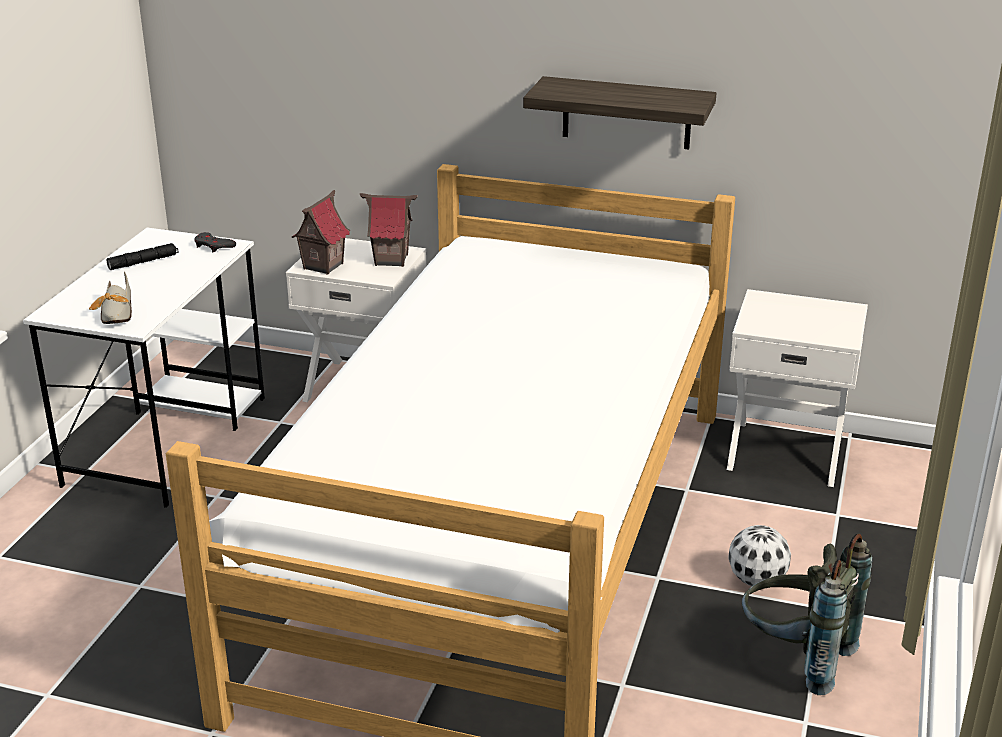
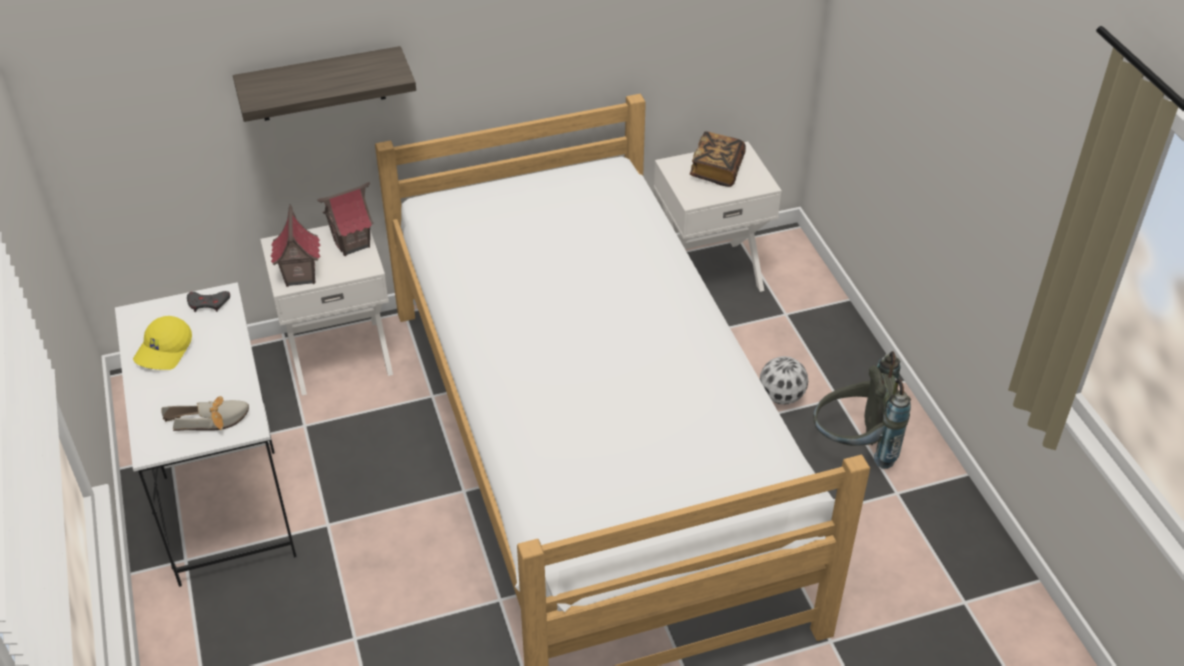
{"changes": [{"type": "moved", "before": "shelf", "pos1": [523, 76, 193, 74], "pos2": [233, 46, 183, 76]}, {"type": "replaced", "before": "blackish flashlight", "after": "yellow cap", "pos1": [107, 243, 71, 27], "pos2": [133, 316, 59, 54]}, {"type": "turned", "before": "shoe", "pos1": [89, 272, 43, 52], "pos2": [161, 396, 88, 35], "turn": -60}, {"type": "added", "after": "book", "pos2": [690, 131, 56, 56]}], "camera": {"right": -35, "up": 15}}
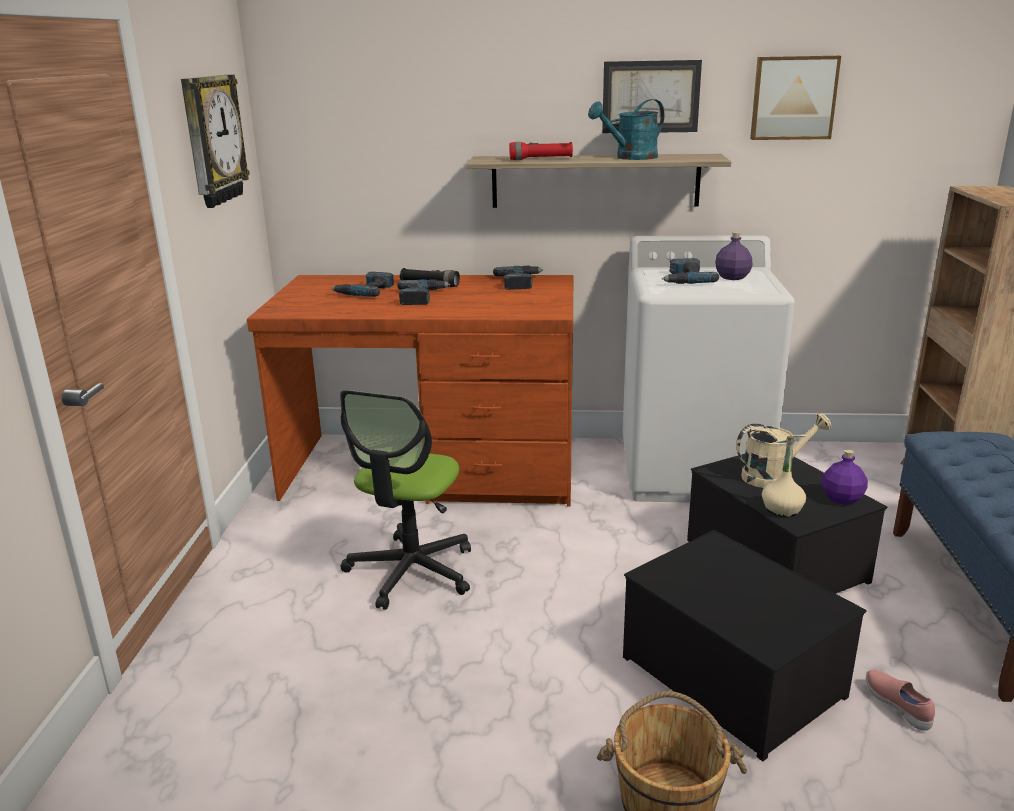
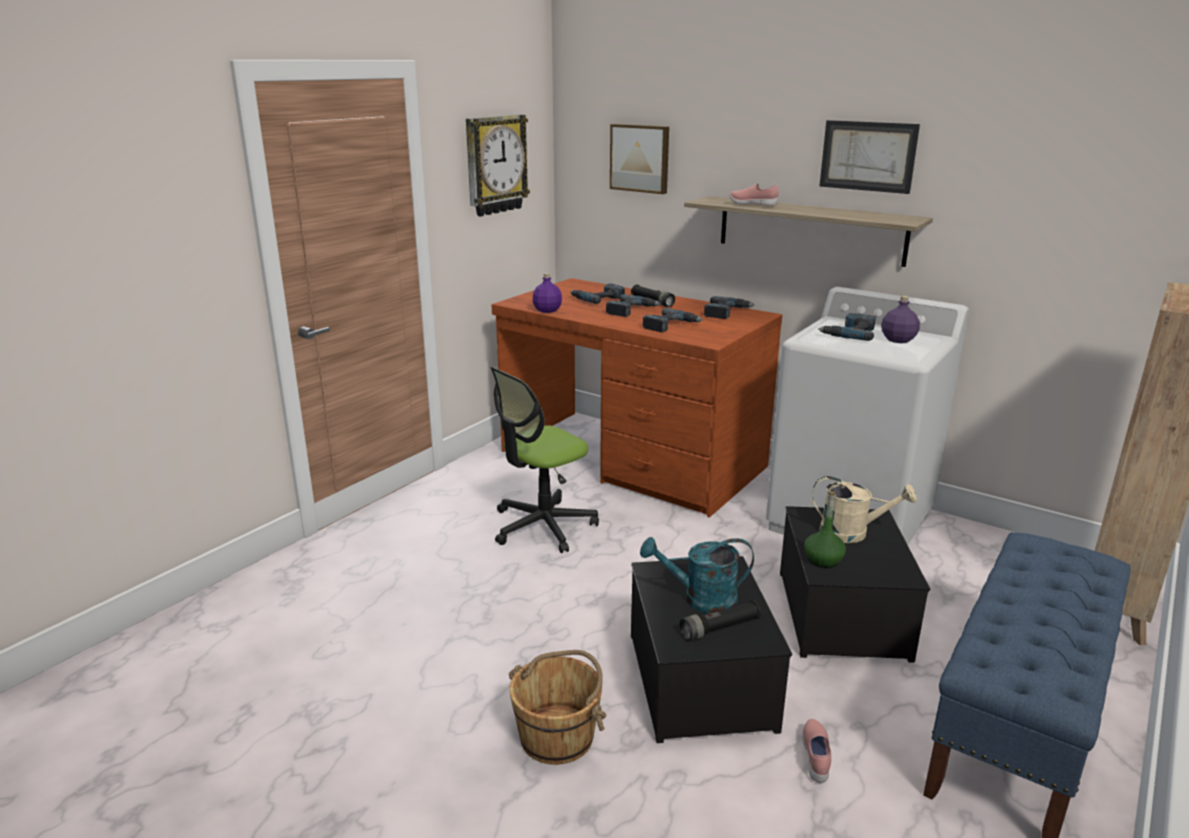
{"changes": [{"type": "moved", "before": "wall art", "pos1": [750, 56, 91, 84], "pos2": [610, 124, 59, 70]}, {"type": "moved", "before": "turquoise-coloured watering can", "pos1": [588, 99, 76, 61], "pos2": [640, 537, 114, 77]}, {"type": "replaced", "before": "red flashlight", "after": "pinkish shoe", "pos1": [509, 142, 64, 18], "pos2": [729, 184, 50, 22]}, {"type": "recoloured", "before": "sand-coloured beverage bottle", "after": "greenish beverage bottle", "pos1": [762, 436, 44, 81], "pos2": [804, 491, 42, 77]}, {"type": "moved", "before": "purplish beverage bottle", "pos1": [821, 449, 47, 56], "pos2": [533, 273, 29, 40]}, {"type": "added", "after": "drill", "pos2": [643, 308, 60, 24]}, {"type": "added", "after": "blackish flashlight", "pos2": [680, 600, 81, 41]}], "camera": {"right": 30, "up": 0}}
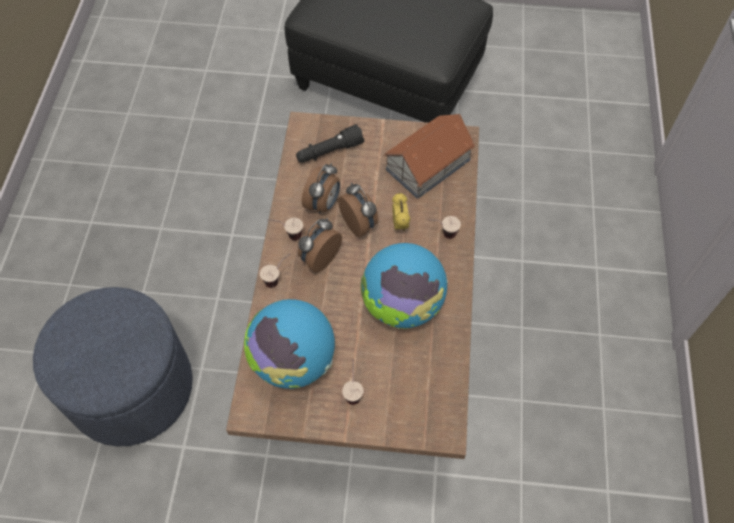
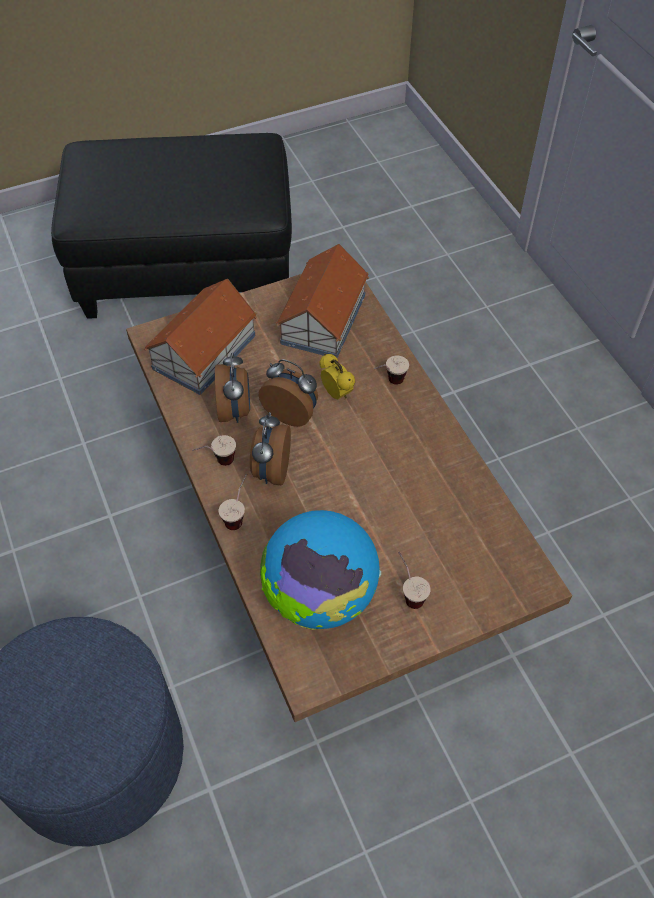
{"changes": [{"type": "replaced", "before": "blackish flashlight", "after": "model house", "pos1": [296, 124, 68, 39], "pos2": [144, 279, 113, 116]}, {"type": "removed", "before": "desk globe", "pos1": [361, 243, 87, 86]}], "camera": {"right": -30, "up": -5}}
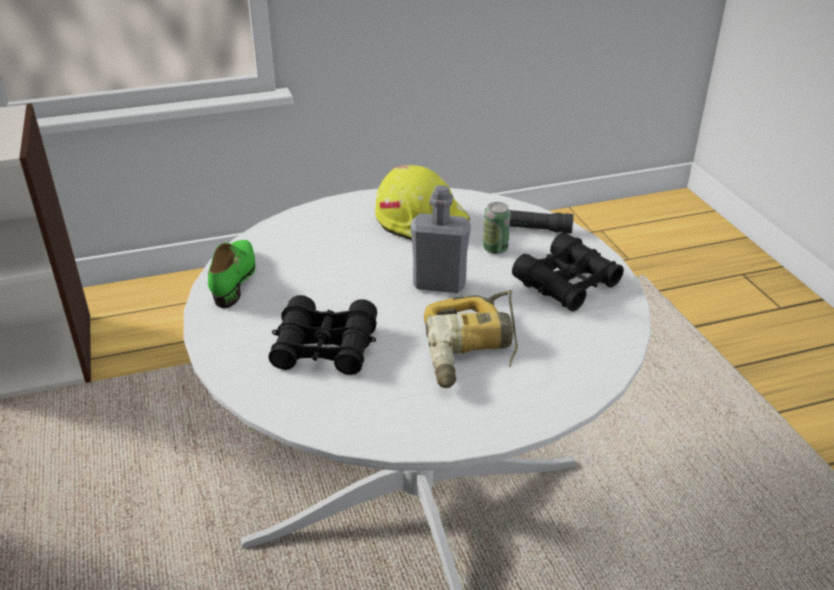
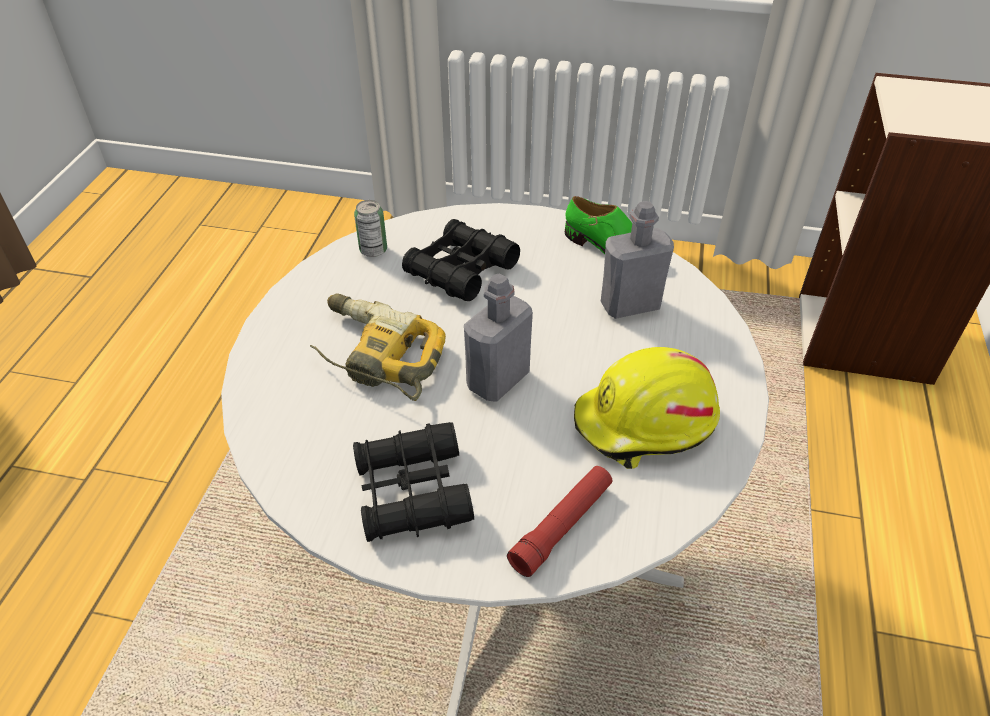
{"changes": [{"type": "moved", "before": "metal can", "pos1": [483, 202, 28, 52], "pos2": [354, 200, 33, 57]}, {"type": "recoloured", "before": "blackish flashlight", "after": "red flashlight", "pos1": [485, 208, 89, 26], "pos2": [507, 466, 105, 111]}, {"type": "added", "after": "grey beverage bottle", "pos2": [601, 201, 73, 118]}], "camera": {"right": 120, "up": 10}}
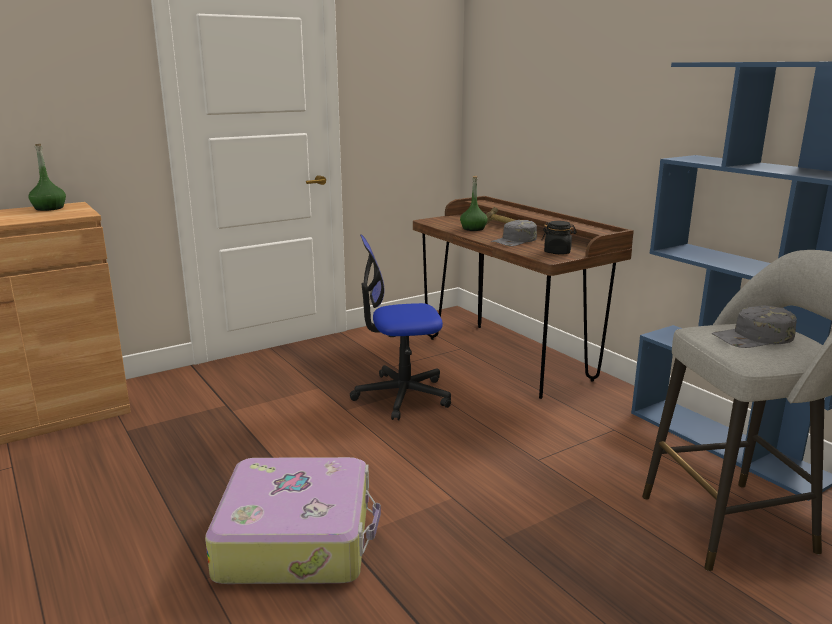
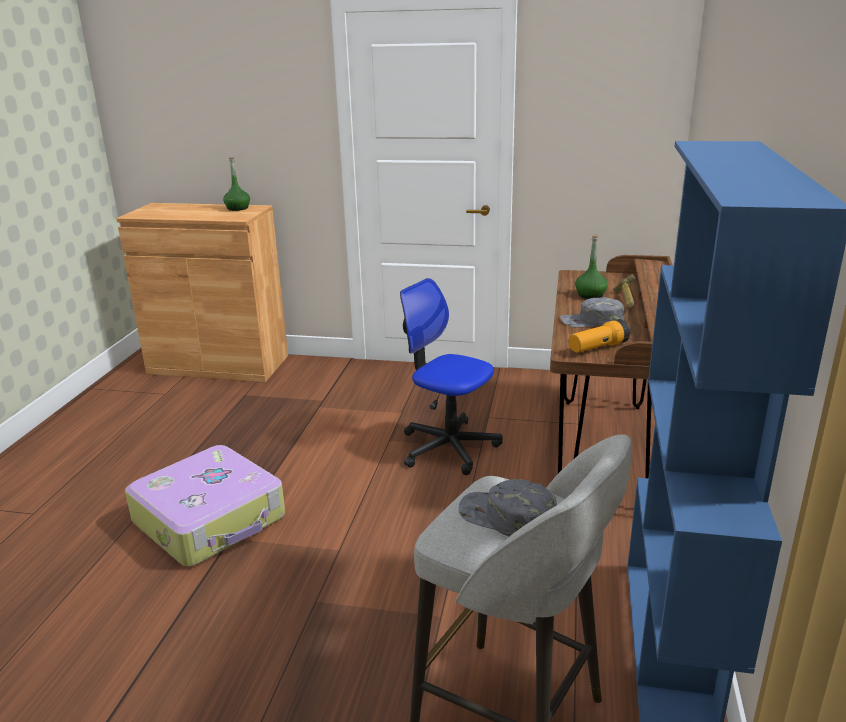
{"changes": [{"type": "replaced", "before": "blackish storage jar", "after": "flashlight", "pos1": [542, 221, 35, 33], "pos2": [569, 319, 61, 34]}], "camera": {"right": 45, "up": 5}}
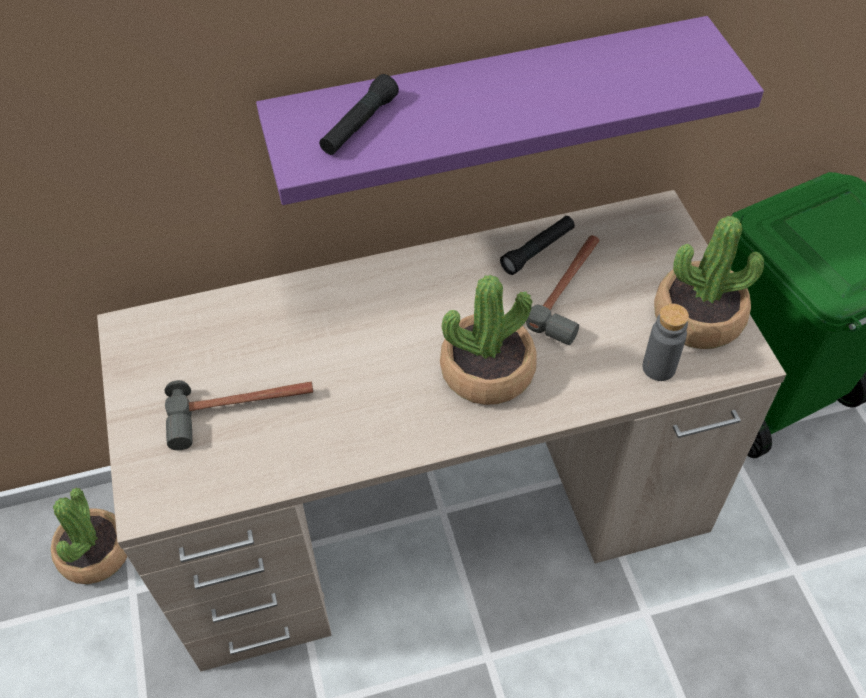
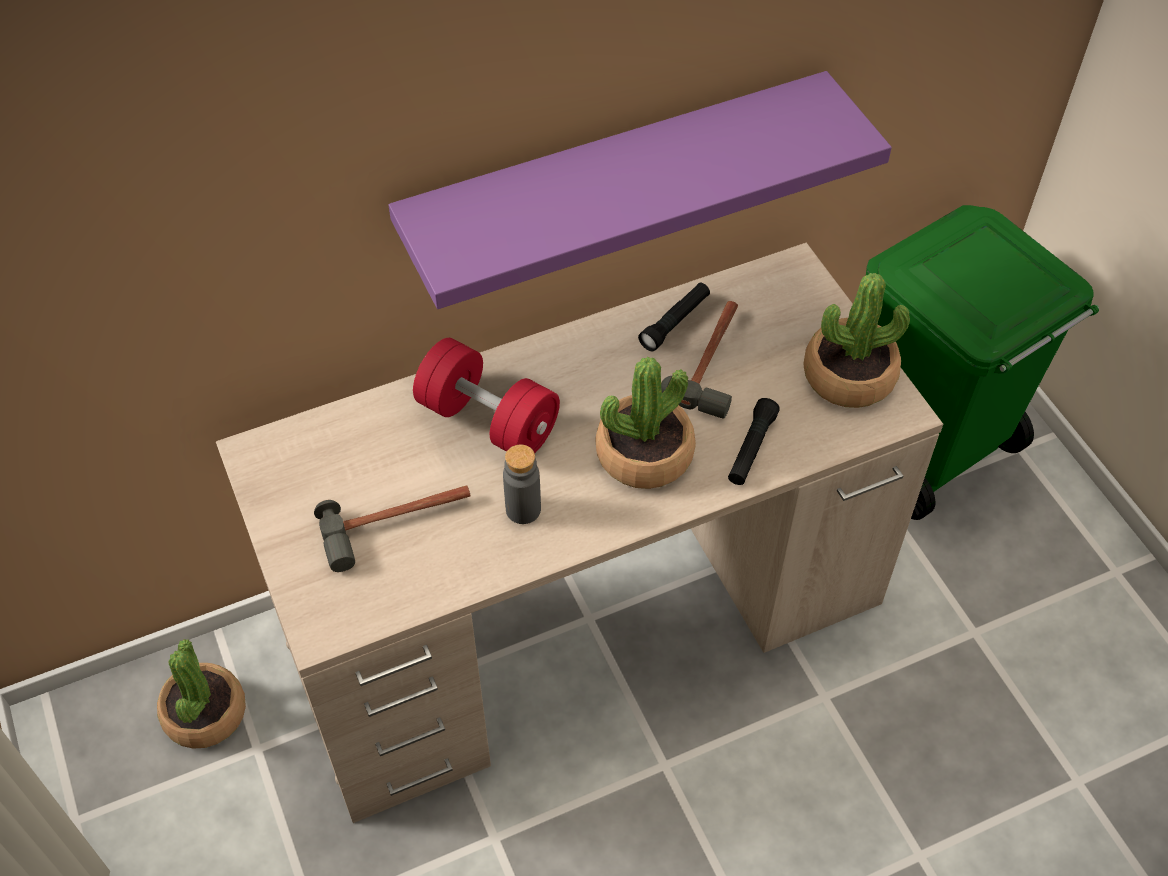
{"changes": [{"type": "moved", "before": "blackish flashlight", "pos1": [319, 74, 80, 81], "pos2": [728, 398, 52, 87]}, {"type": "moved", "before": "grey beverage bottle", "pos1": [642, 304, 47, 77], "pos2": [503, 445, 38, 79]}, {"type": "added", "after": "red hand weight", "pos2": [413, 338, 147, 115]}], "camera": {"right": -10, "up": 0}}
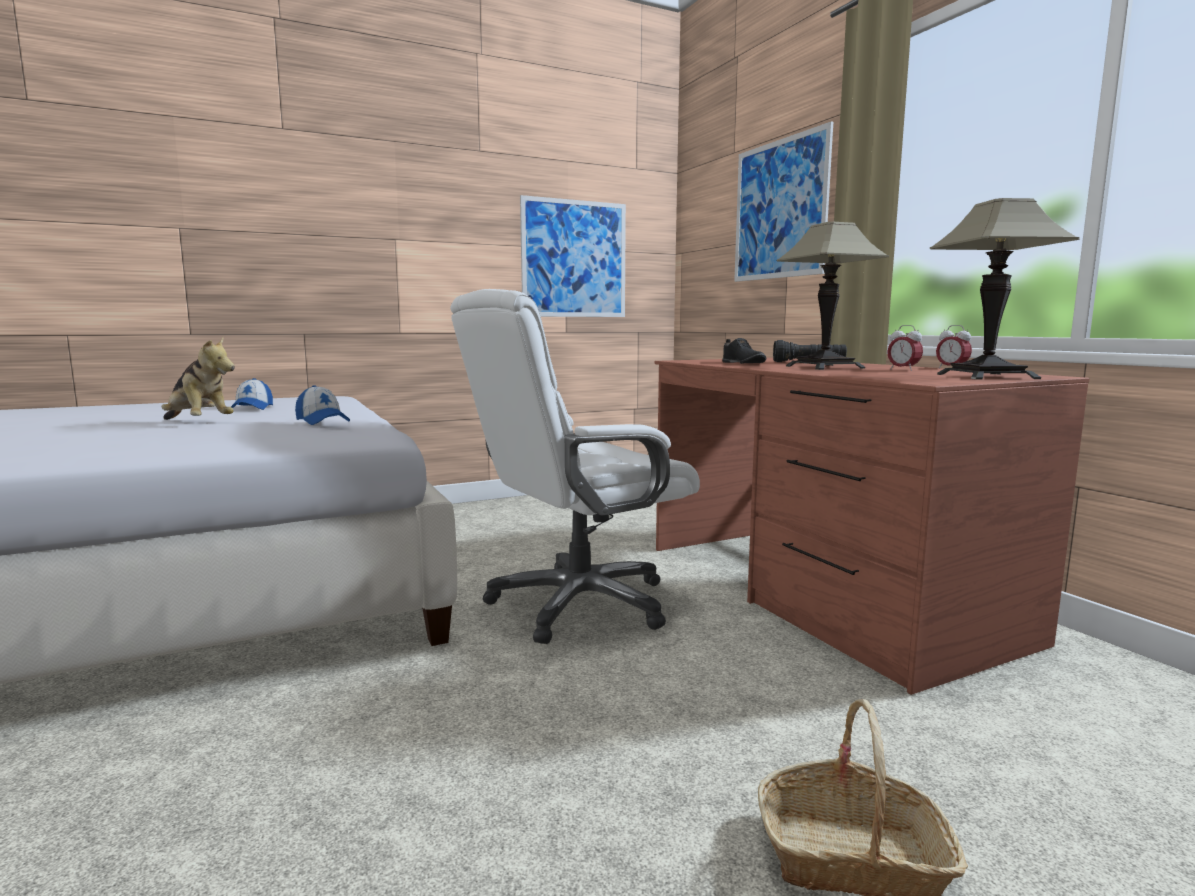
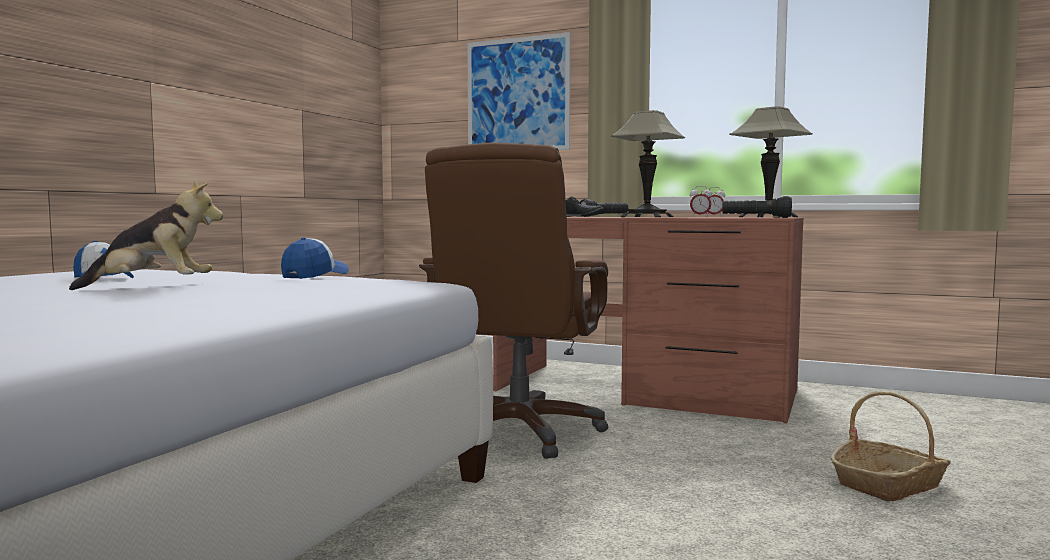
{"changes": [{"type": "removed", "before": "wall art", "pos1": [520, 195, 106, 122]}, {"type": "recoloured", "before": "white-coloured desk chair", "after": "brownish desk chair", "pos1": [450, 289, 250, 355], "pos2": [419, 143, 189, 316]}, {"type": "turned", "before": "cap", "pos1": [295, 385, 55, 40], "pos2": [281, 237, 68, 42], "turn": -75}, {"type": "added", "after": "blackish flashlight", "pos2": [722, 196, 70, 22]}], "camera": {"right": -40, "up": -5}}
